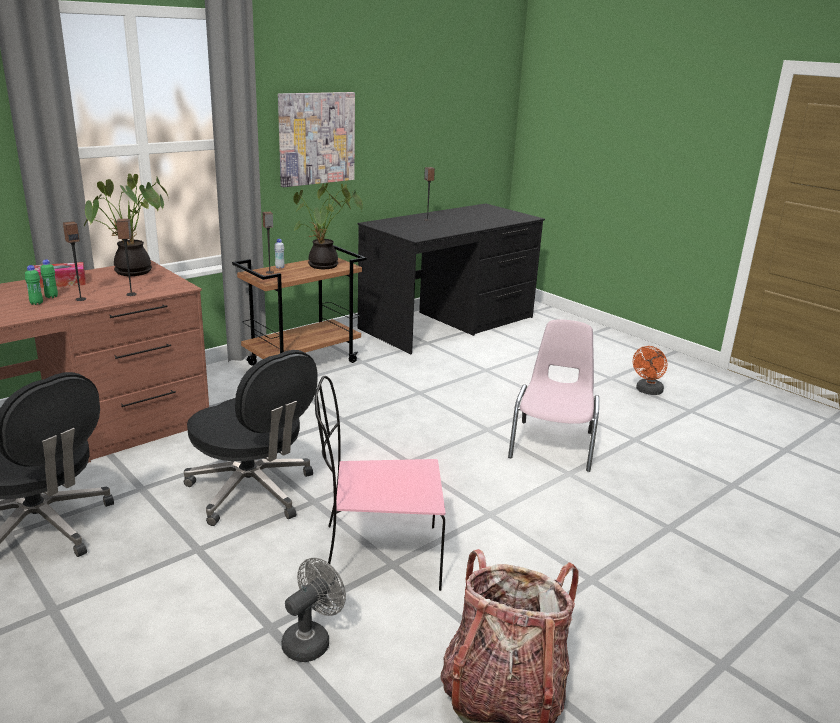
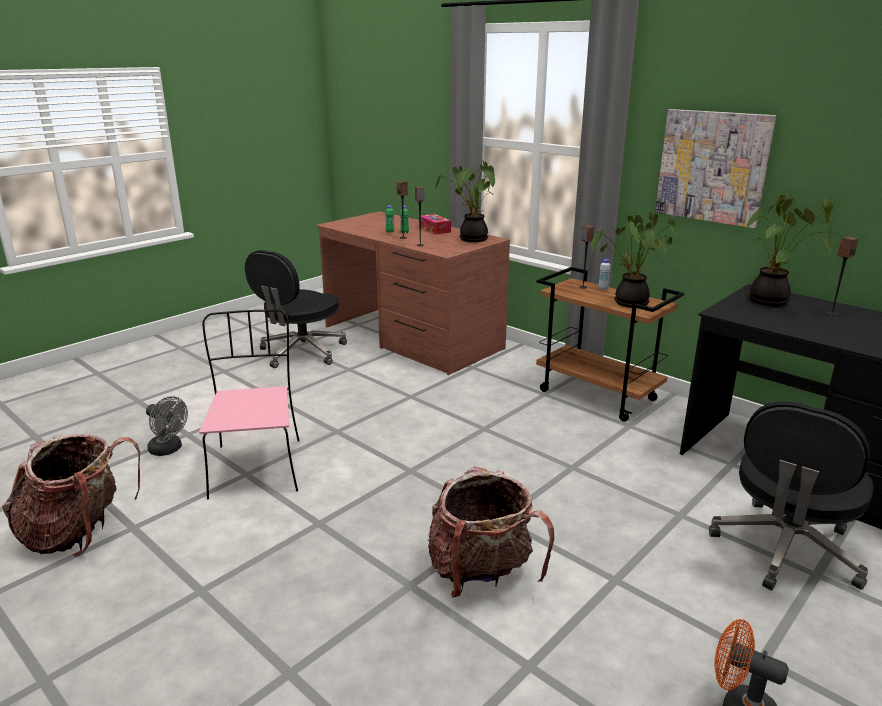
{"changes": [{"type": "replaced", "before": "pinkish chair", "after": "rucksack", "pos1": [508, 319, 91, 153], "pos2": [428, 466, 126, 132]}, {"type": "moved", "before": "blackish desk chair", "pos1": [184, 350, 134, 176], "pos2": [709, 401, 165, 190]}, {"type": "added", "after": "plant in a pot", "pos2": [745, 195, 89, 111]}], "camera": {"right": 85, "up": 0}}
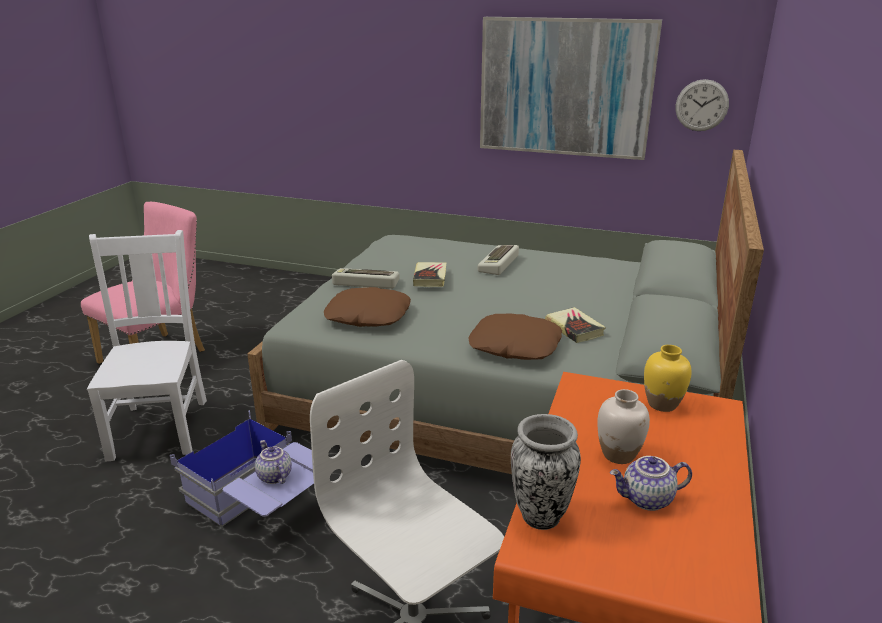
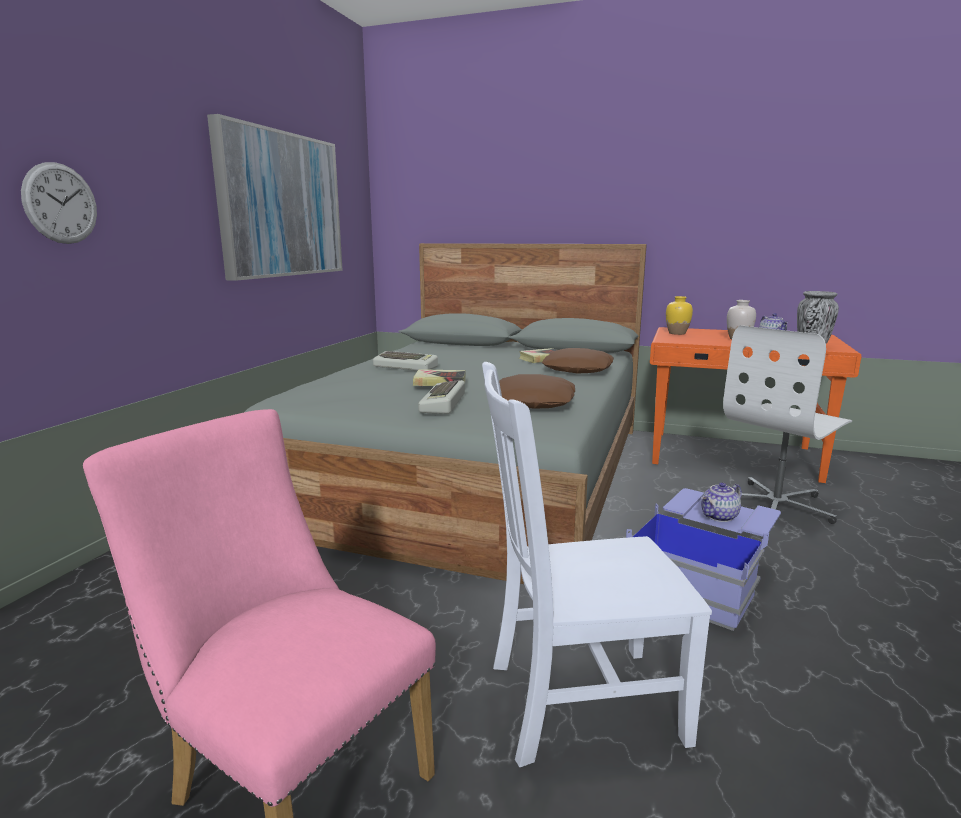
{"changes": [{"type": "moved", "before": "clock on the wall", "pos1": [676, 79, 53, 52], "pos2": [21, 162, 76, 82]}], "camera": {"right": -90, "up": -10}}
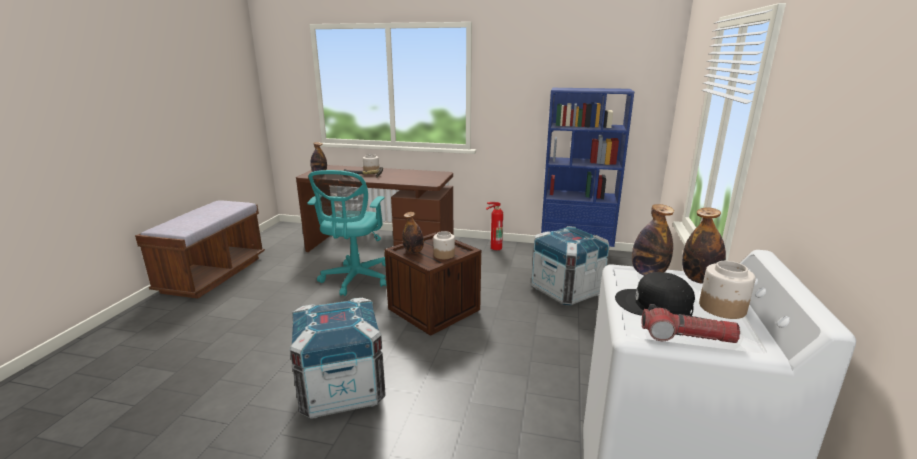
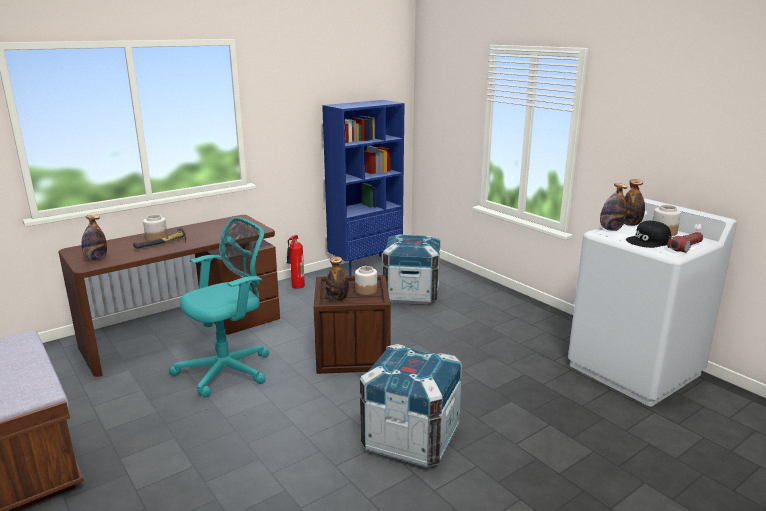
{"changes": [{"type": "turned", "before": "turquoise-coloured desk chair", "pos1": [307, 170, 79, 126], "pos2": [169, 217, 100, 180], "turn": -90}], "camera": {"right": -50, "up": 0}}
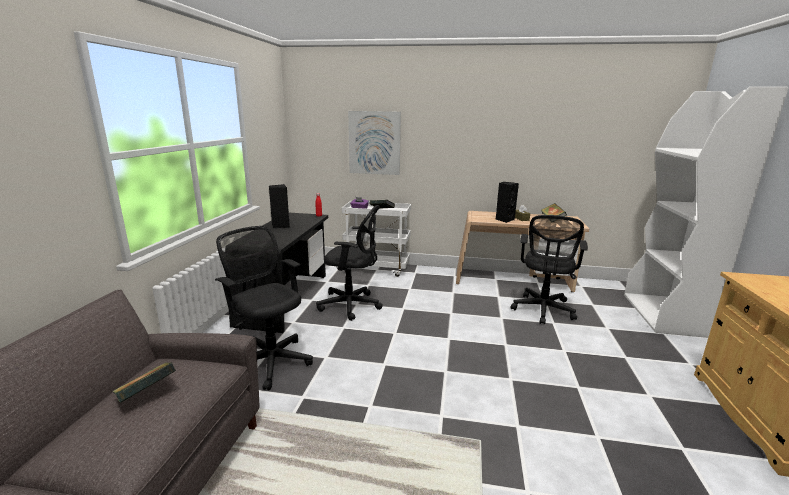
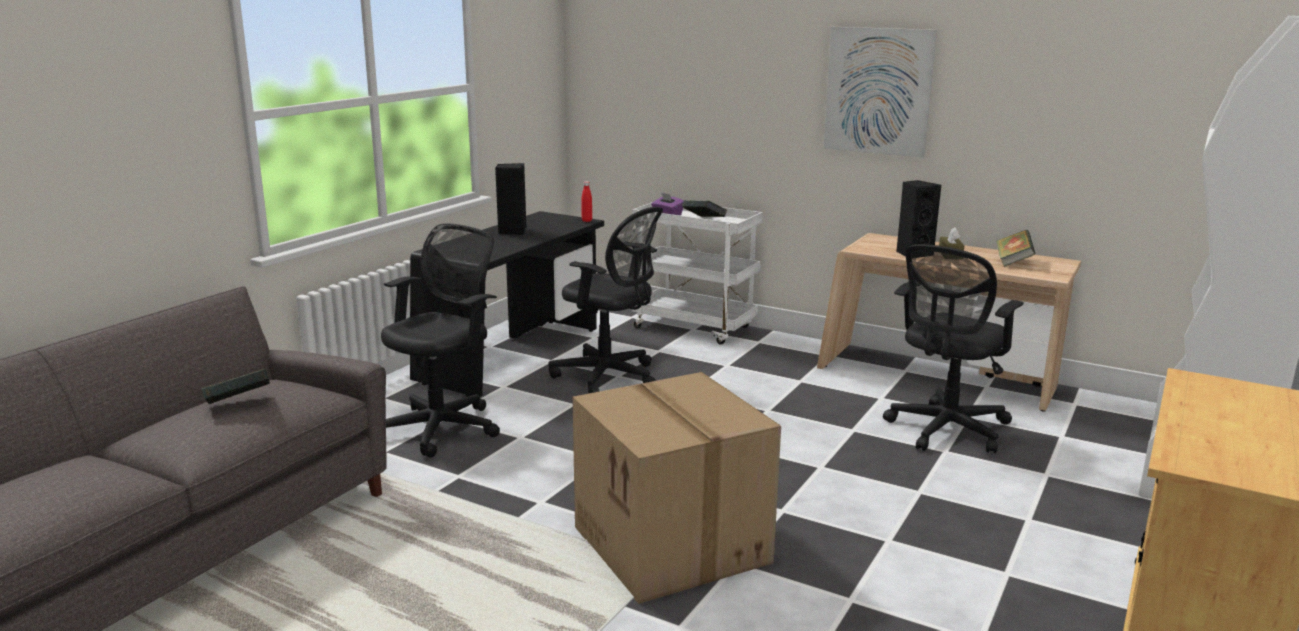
{"changes": [{"type": "moved", "before": "wall art", "pos1": [348, 111, 53, 64], "pos2": [823, 27, 114, 131]}, {"type": "turned", "before": "blackish desk chair", "pos1": [215, 226, 98, 165], "pos2": [381, 223, 119, 235], "turn": 60}, {"type": "added", "after": "packing box", "pos2": [573, 372, 208, 232]}], "camera": {"right": 20, "up": 0}}
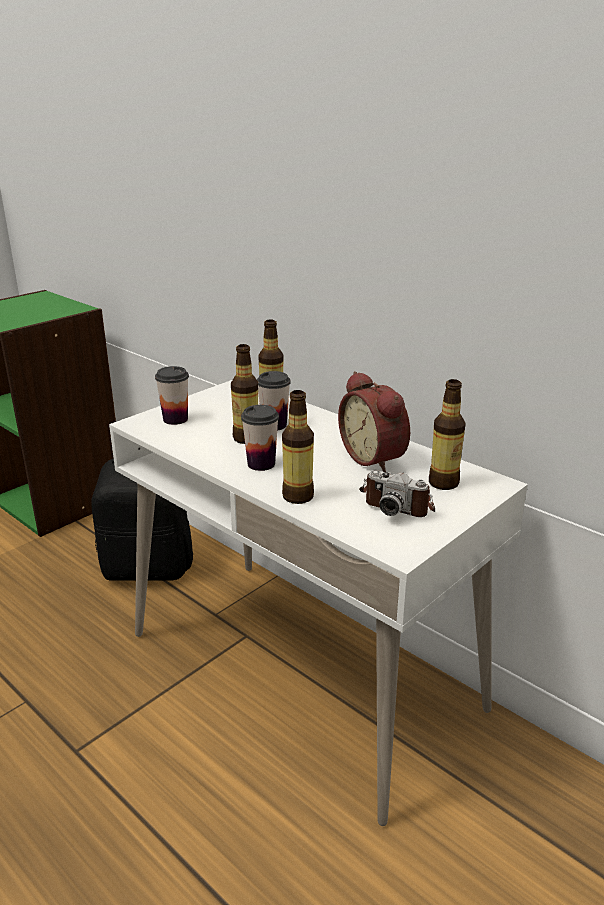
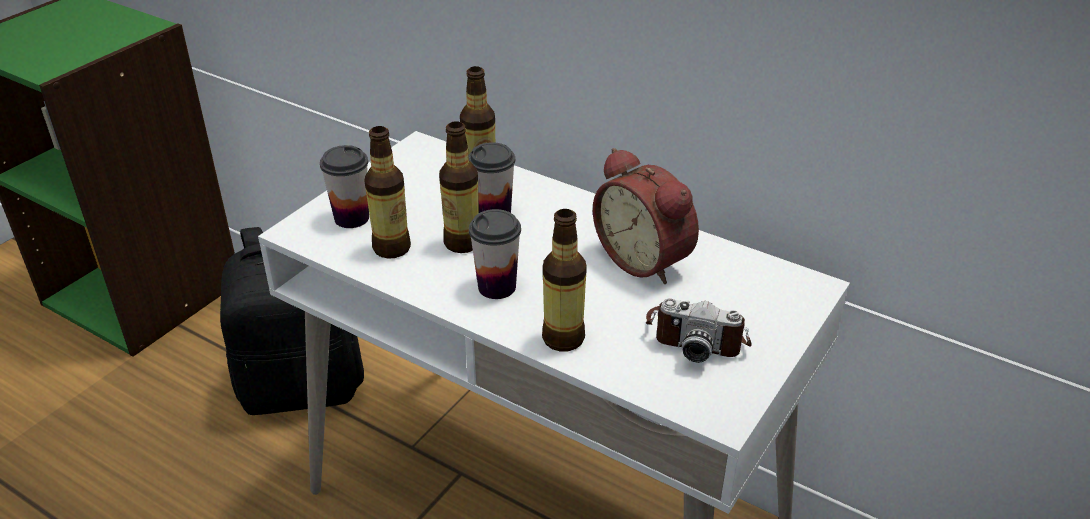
{"changes": [{"type": "moved", "before": "beverage bottle", "pos1": [429, 379, 37, 111], "pos2": [364, 126, 47, 133]}], "camera": {"right": -10, "up": 10}}
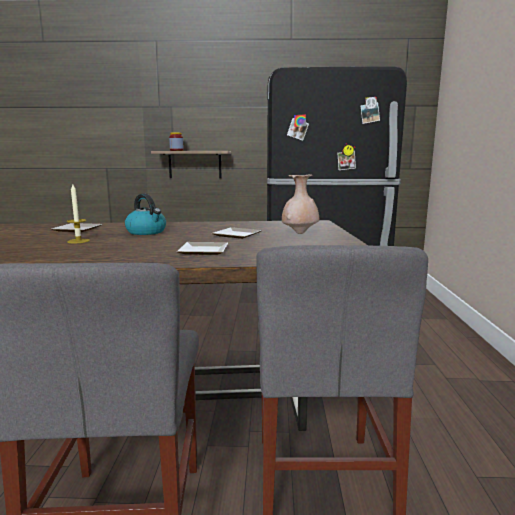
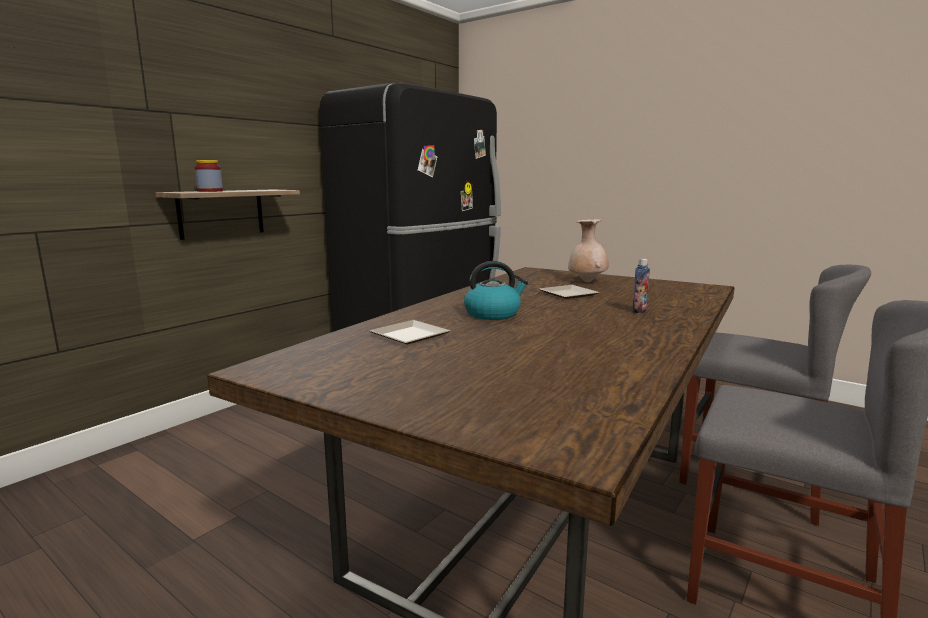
{"changes": [{"type": "removed", "before": "wax light", "pos1": [67, 184, 23, 59]}, {"type": "replaced", "before": "plate", "after": "beverage bottle", "pos1": [177, 242, 51, 13], "pos2": [632, 259, 18, 54]}], "camera": {"right": -55, "up": 0}}
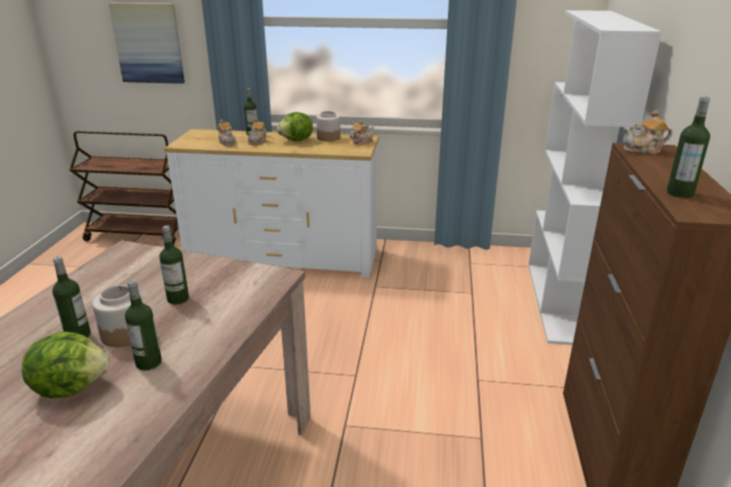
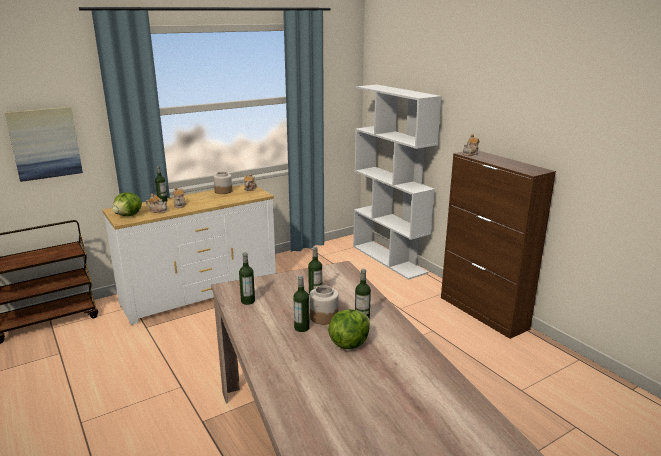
{"changes": [{"type": "moved", "before": "beverage bottle", "pos1": [667, 96, 43, 102], "pos2": [239, 252, 16, 53]}, {"type": "moved", "before": "lettuce head", "pos1": [277, 112, 36, 29], "pos2": [112, 192, 30, 24]}], "camera": {"right": -40, "up": -5}}
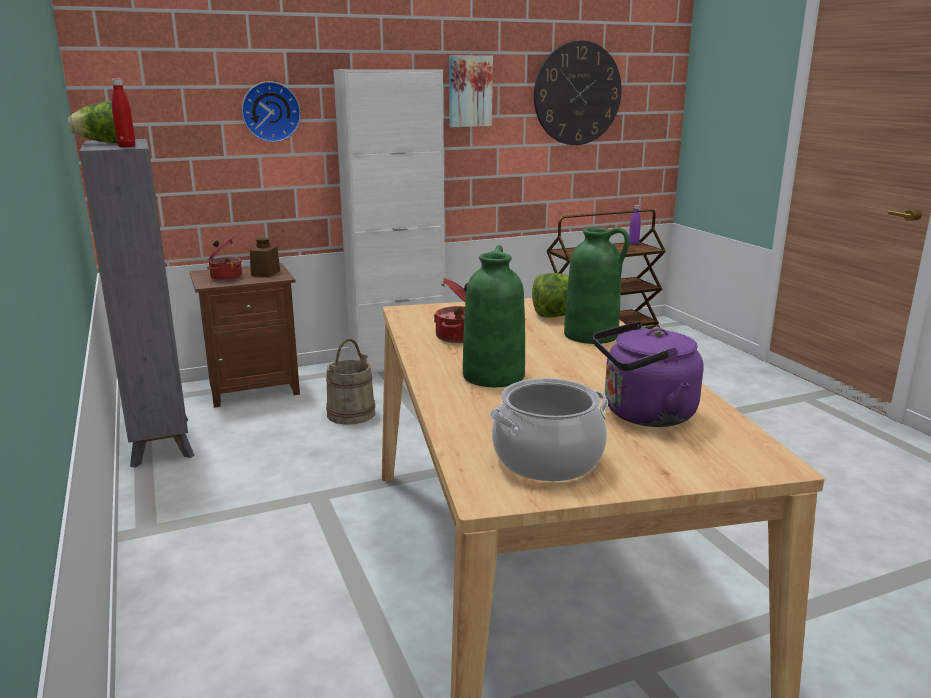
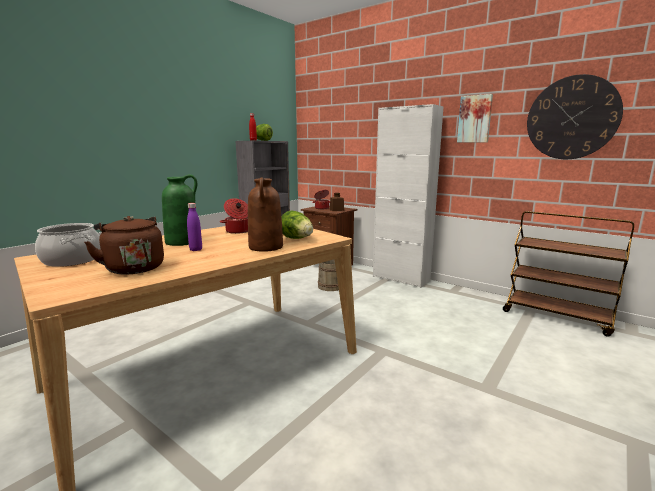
{"changes": [{"type": "removed", "before": "clock on the wall", "pos1": [241, 81, 60, 61]}, {"type": "moved", "before": "purplish beverage bottle", "pos1": [629, 205, 12, 40], "pos2": [187, 203, 15, 48]}, {"type": "recoloured", "before": "greenish vase", "after": "brownish vase", "pos1": [564, 227, 66, 117], "pos2": [248, 177, 35, 75]}, {"type": "recoloured", "before": "purplish tea kettle", "after": "brownish tea kettle", "pos1": [593, 321, 110, 106], "pos2": [84, 216, 80, 59]}], "camera": {"right": 60, "up": -5}}
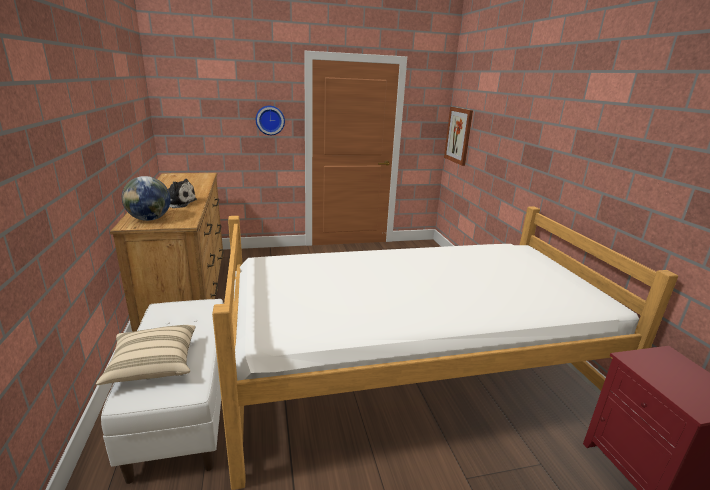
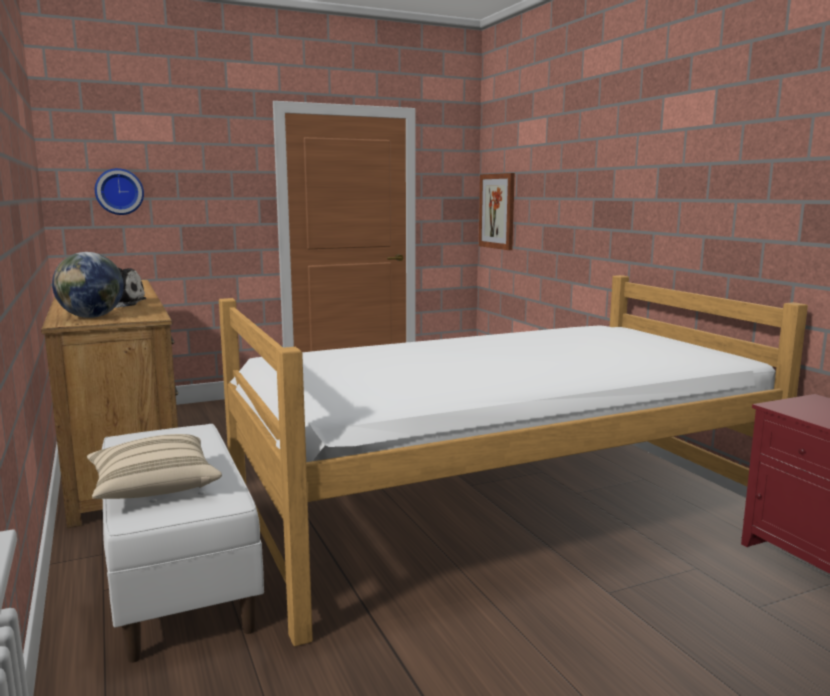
{"changes": [{"type": "moved", "before": "clock on the wall", "pos1": [256, 106, 29, 29], "pos2": [95, 168, 49, 47]}], "camera": {"right": -10, "up": -10}}
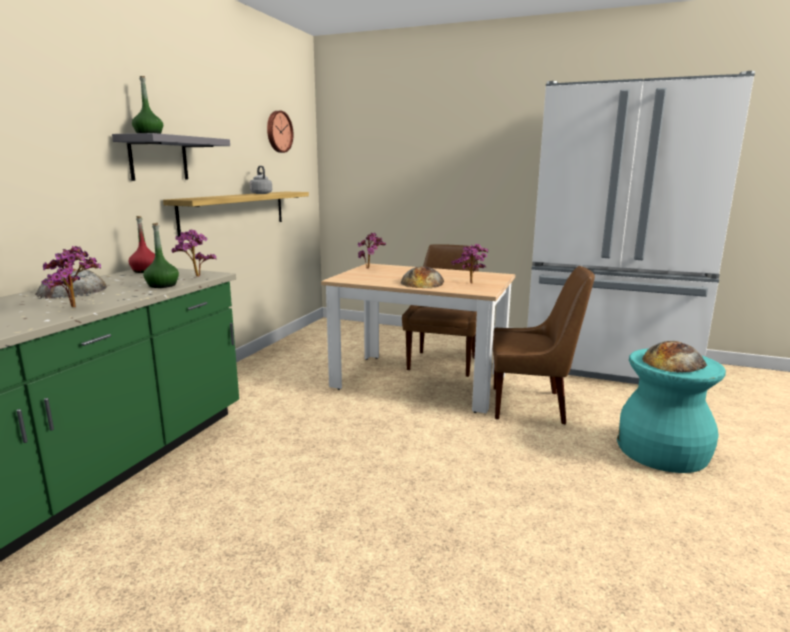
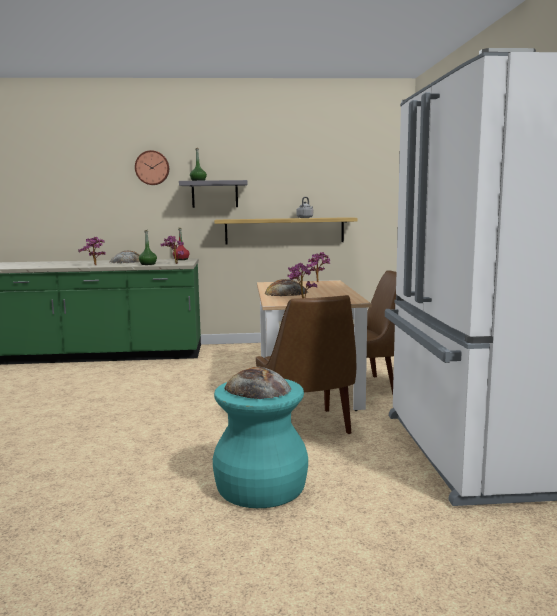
{"changes": [{"type": "moved", "before": "clock on the wall", "pos1": [267, 111, 26, 42], "pos2": [135, 150, 34, 35]}], "camera": {"right": 65, "up": -5}}
